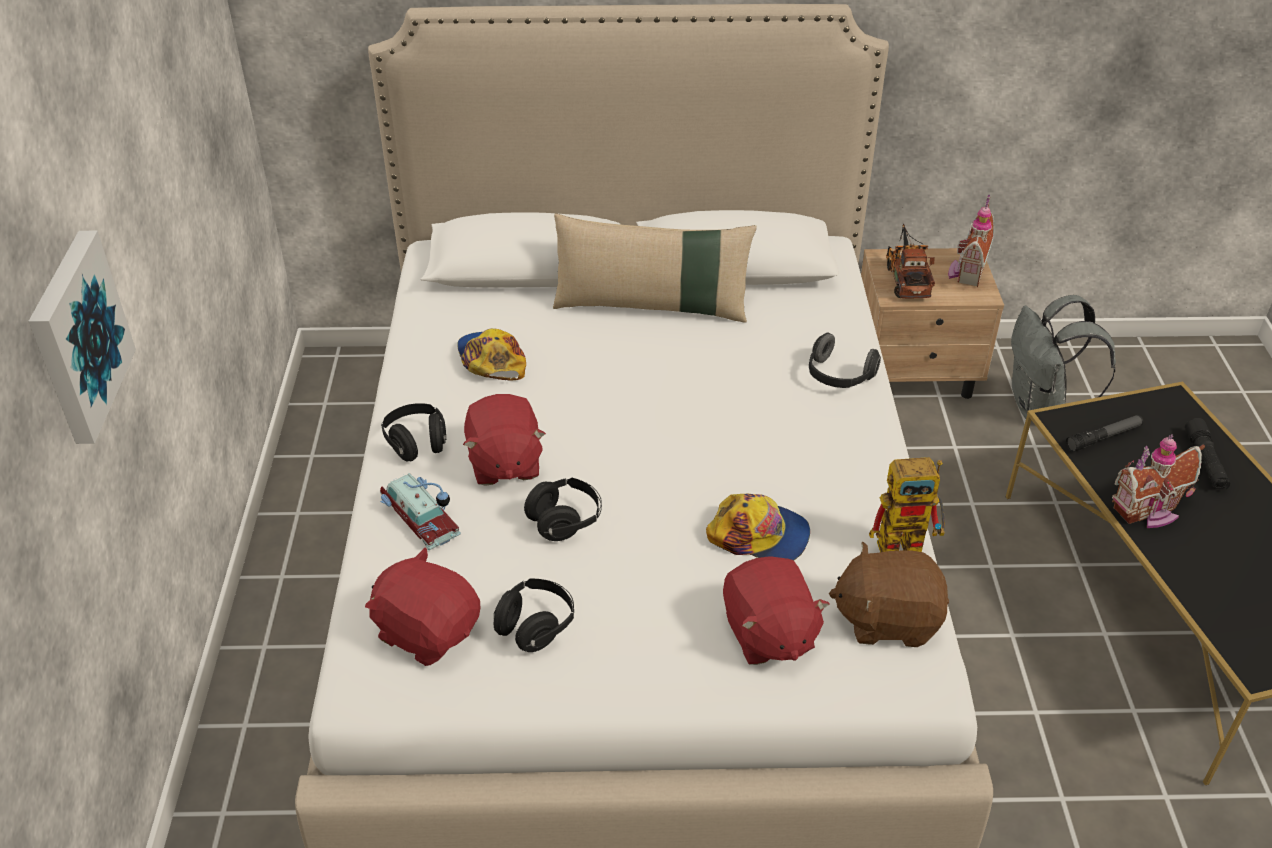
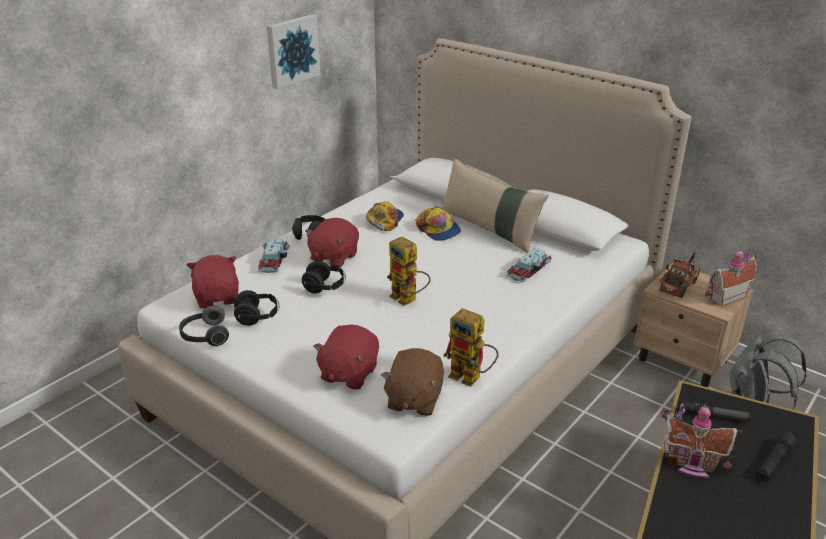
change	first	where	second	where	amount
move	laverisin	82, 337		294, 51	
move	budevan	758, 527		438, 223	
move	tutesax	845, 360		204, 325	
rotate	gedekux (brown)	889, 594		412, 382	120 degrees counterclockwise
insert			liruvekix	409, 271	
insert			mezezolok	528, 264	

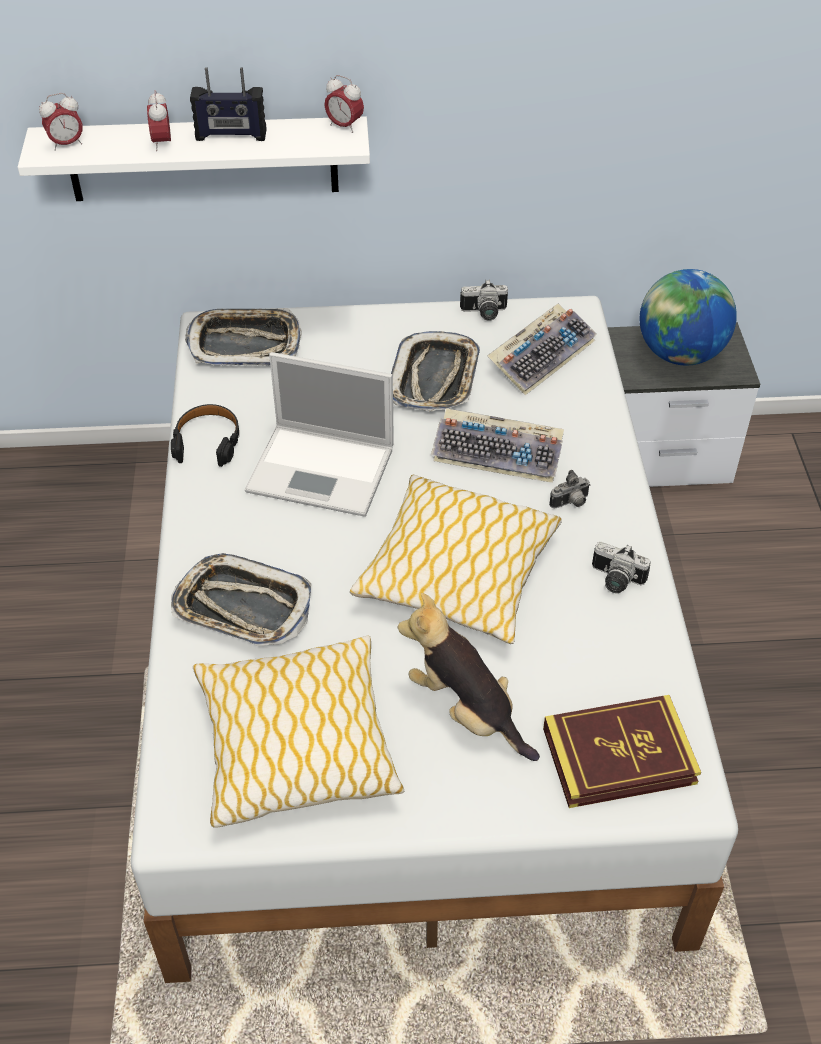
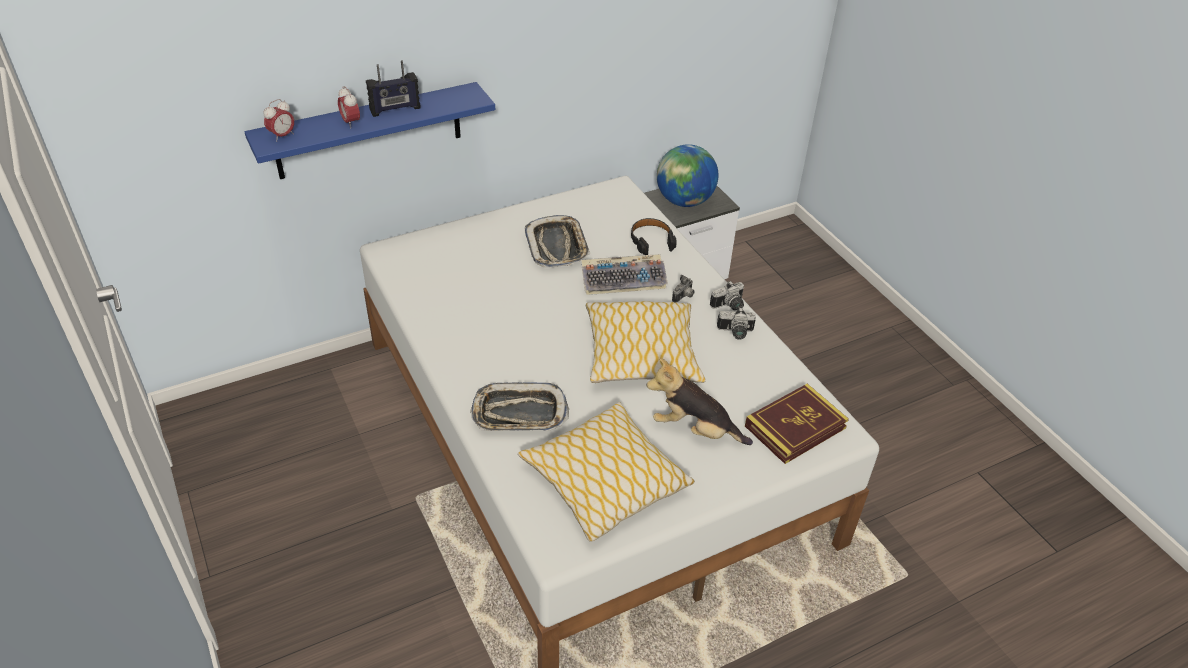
change	first	where	second	where	amount
recolor	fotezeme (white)	194, 158	fotezeme (blue)	370, 130	
move	tutesax (black)	205, 435		654, 236	
delete	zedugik	243, 336			
delete	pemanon	319, 434			
delete	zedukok	344, 104			
move	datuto	484, 300		727, 296	
delete	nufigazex	542, 349			

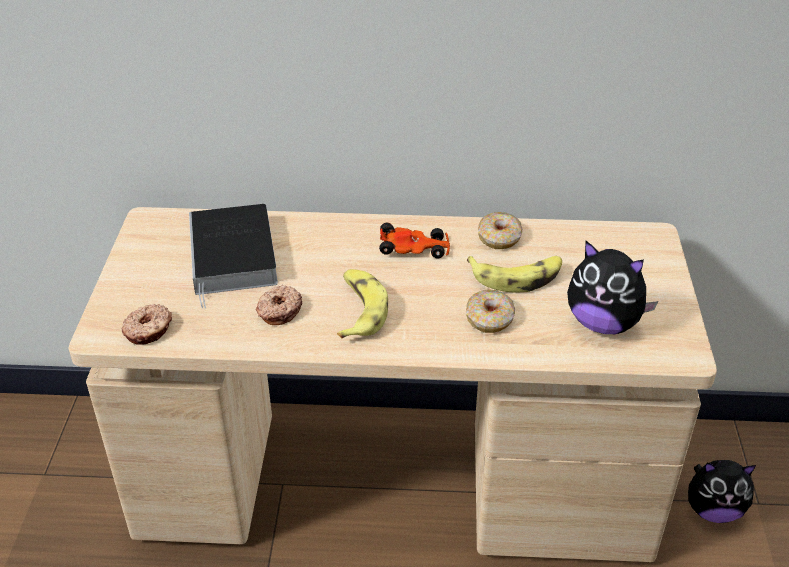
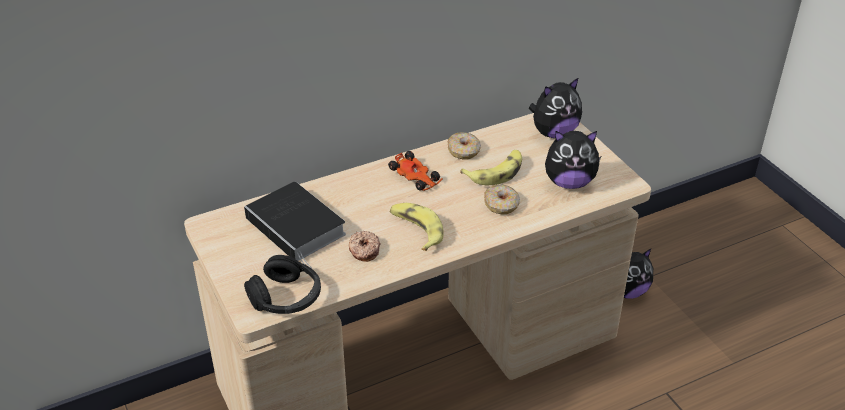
change	first	where	second	where	amount
replace	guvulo	147, 324	tutesax (black)	282, 284	
rotate	mezezolok	414, 241		415, 171	75 degrees clockwise
insert			gedekux	555, 107	

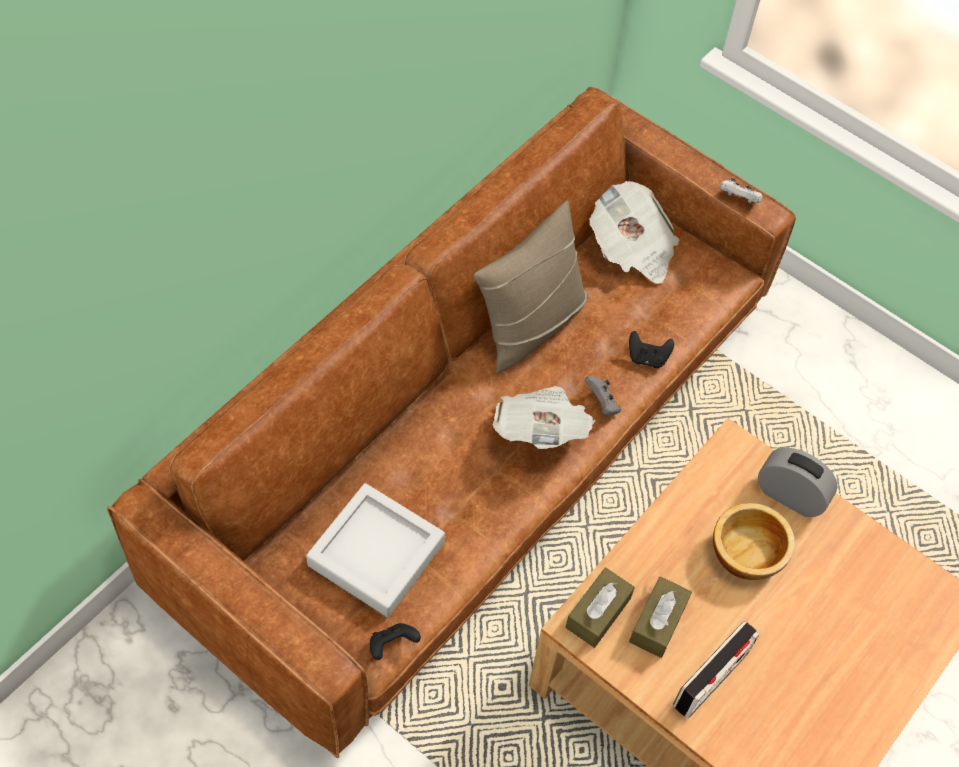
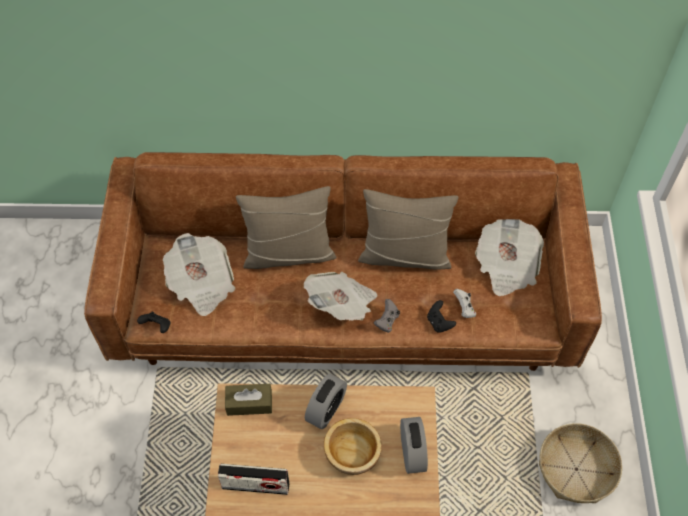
change	first	where	second	where	amount
replace	zedugik (grey)	375, 550	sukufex	199, 274	
delete	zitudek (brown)	660, 617			
move	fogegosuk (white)	741, 191		464, 303	
insert			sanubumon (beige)	286, 227	
insert			zedukok	326, 401	
insert			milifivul	580, 463	

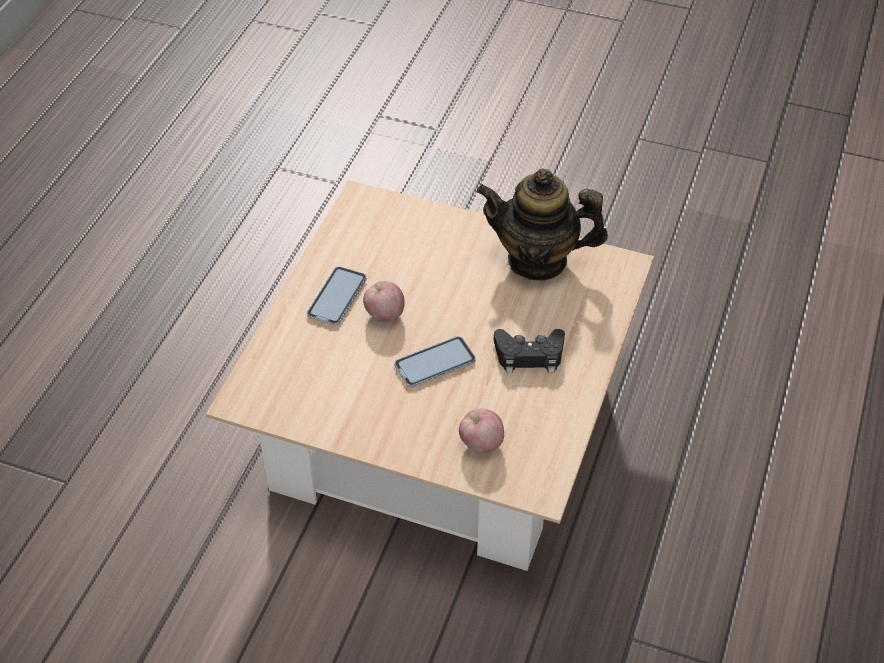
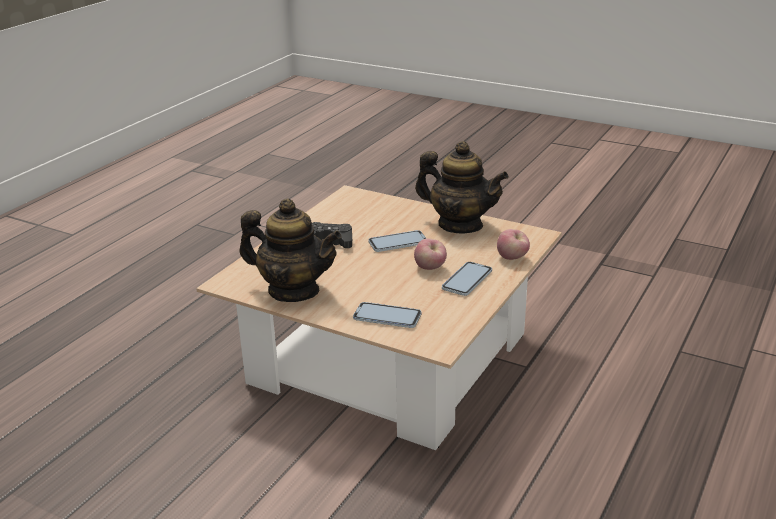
change	first	where	second	where	amount
move	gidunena	481, 430		513, 244	
insert			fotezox	387, 315	
insert			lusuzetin	462, 187	

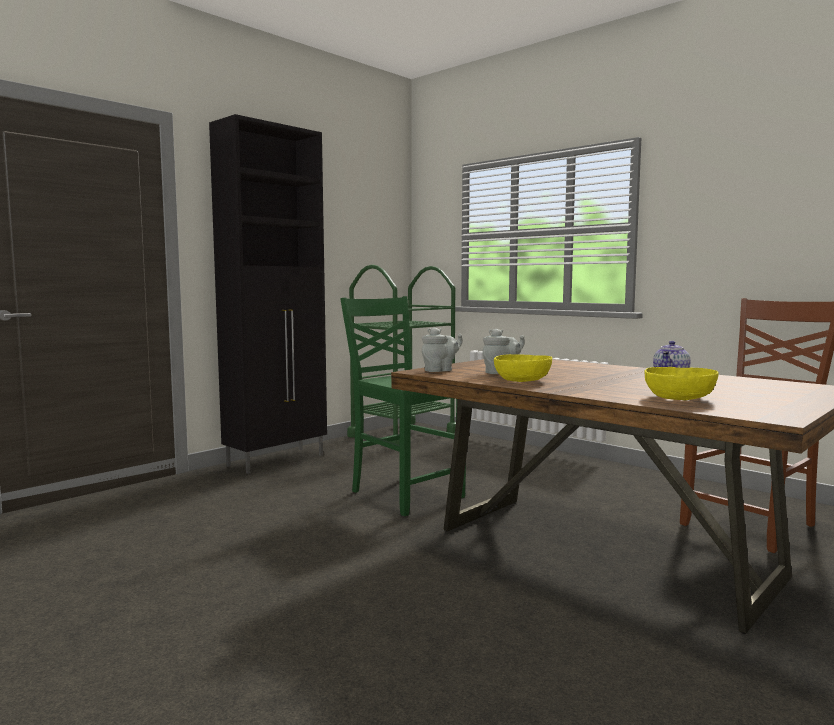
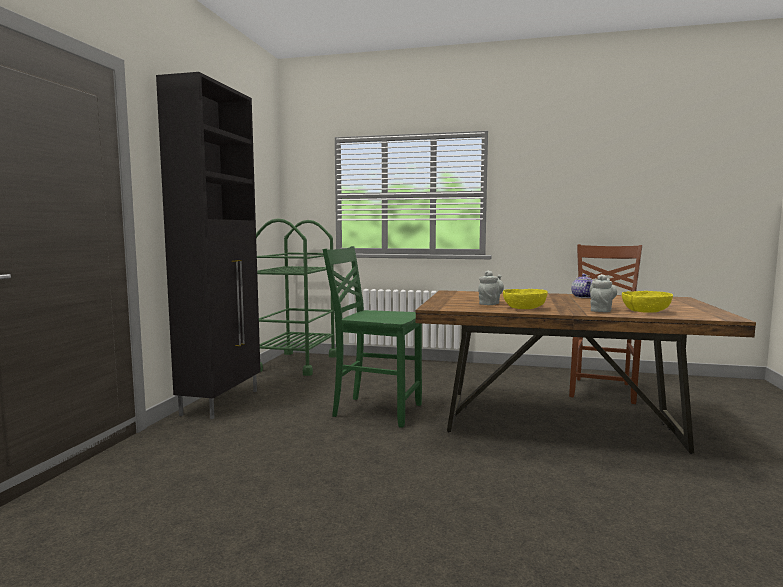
change	first	where	second	where	amount
move	lusuzetin (grey)	442, 349		603, 293	

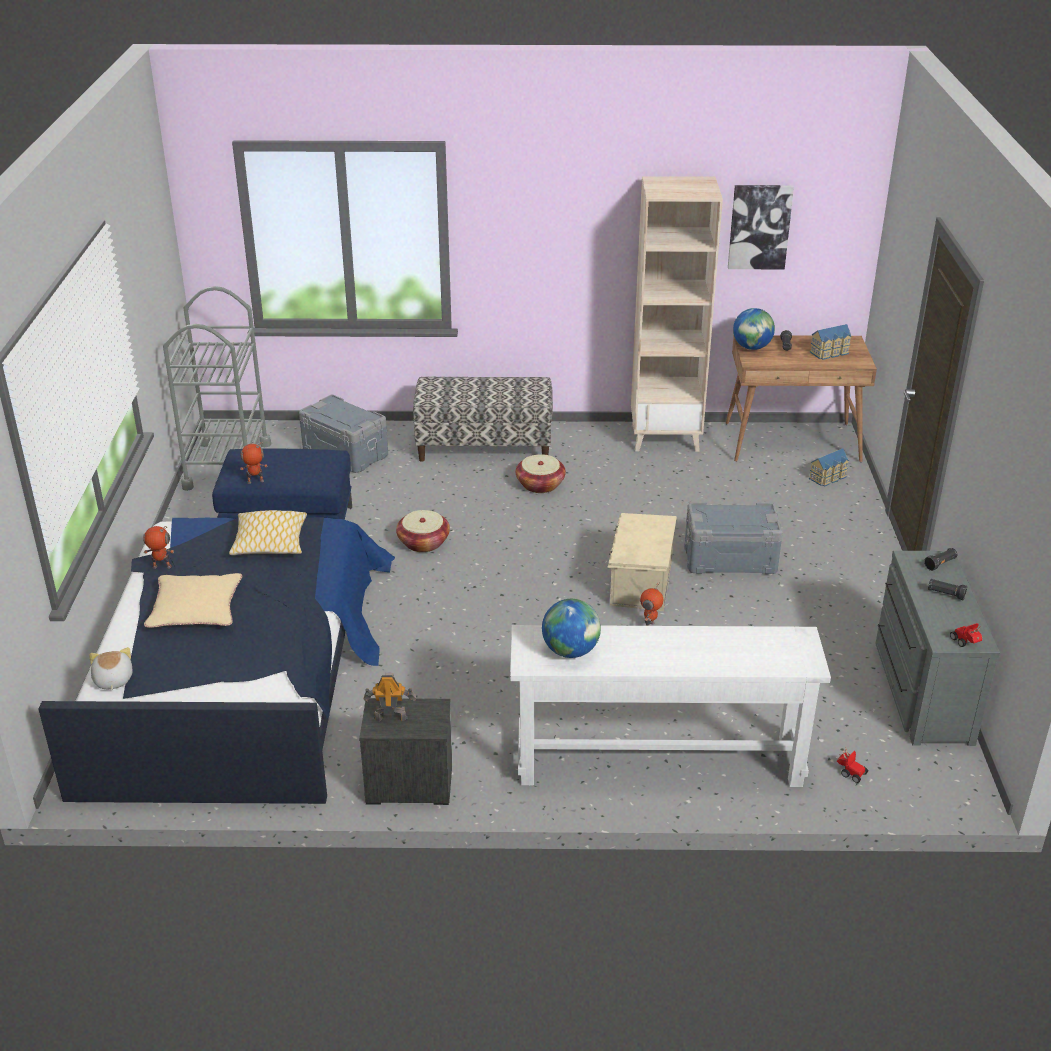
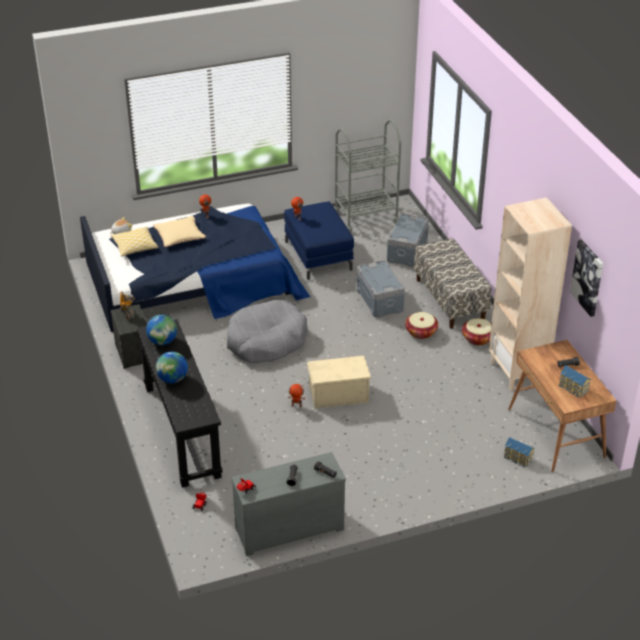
change	first	where	second	where	amount
move	sanubumon	268, 532		134, 242	
move	milifivul	423, 531		477, 331	
recolor	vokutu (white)	670, 706	vokutu (black)	179, 403	
move	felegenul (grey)	733, 538		381, 289	
move	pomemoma	754, 329		172, 367	
insert			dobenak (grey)	267, 331	

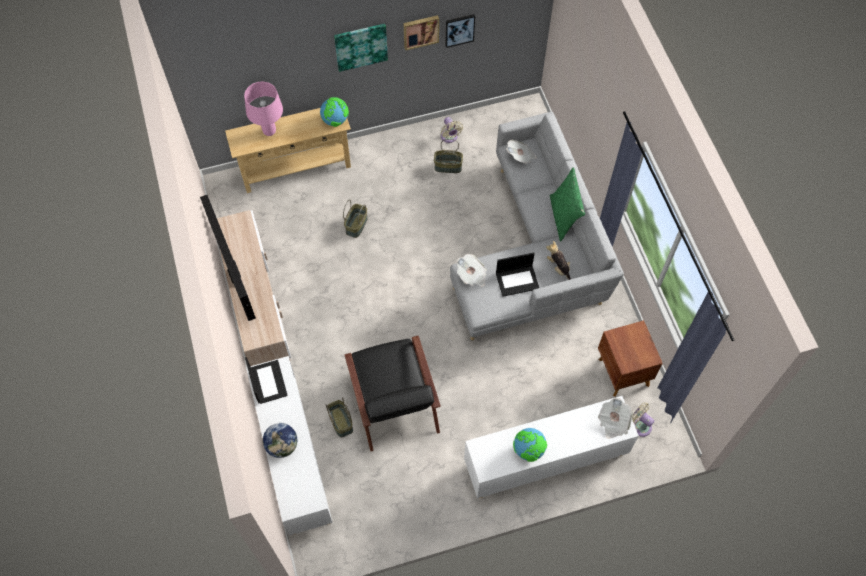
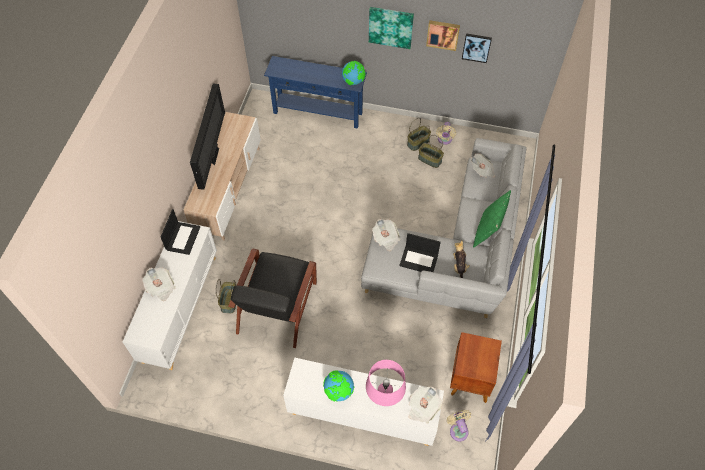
change	first	where	second	where	amount
recolor	vokutu (beige)	288, 150	vokutu (blue)	315, 92	
move	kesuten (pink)	263, 109		386, 383	
replace	pomemoma	279, 440	sukufex	159, 284	
move	milifivul	355, 218		419, 134	

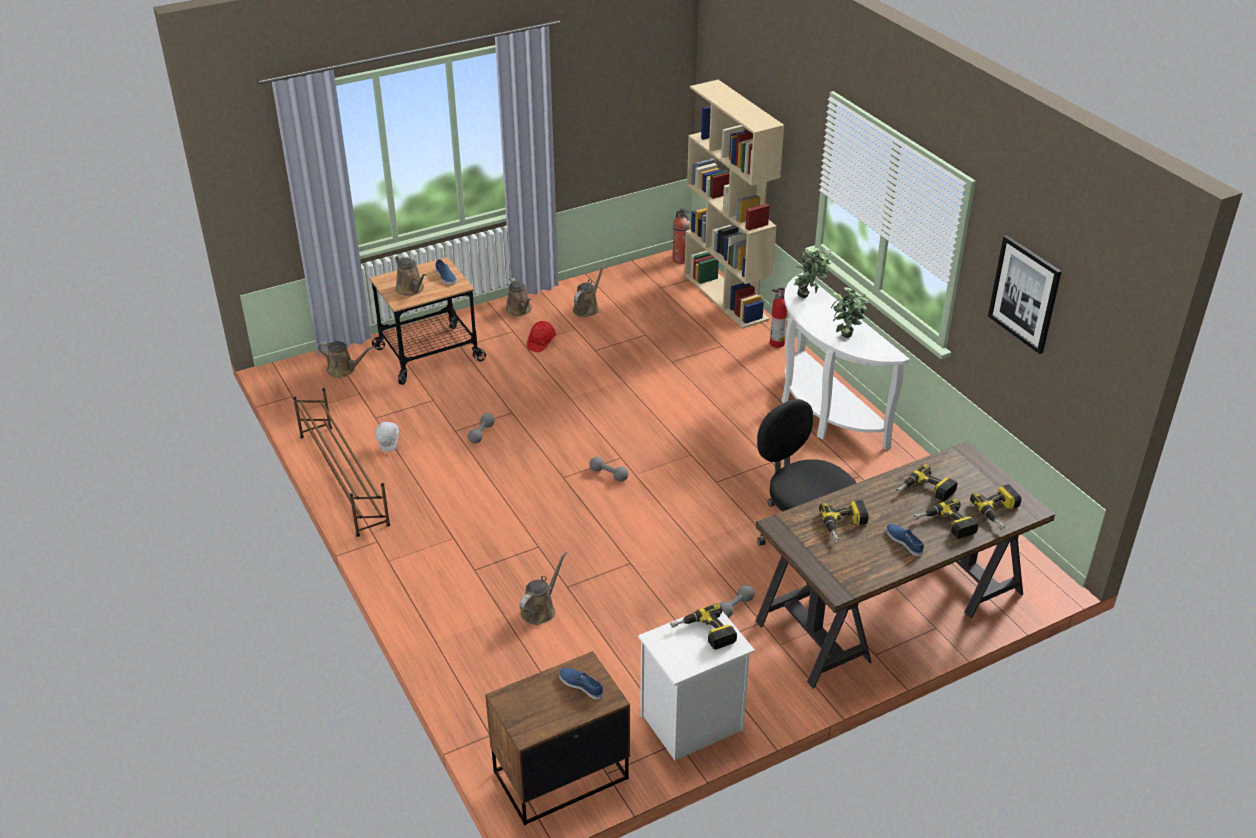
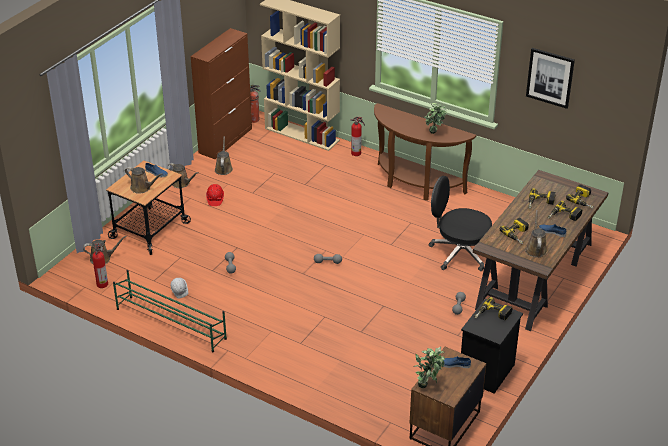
change	first	where	second	where	amount
recolor	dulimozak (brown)	341, 462	dulimozak (green)	170, 311	
move	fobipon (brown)	543, 588		536, 233	
recolor	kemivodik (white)	696, 686	kemivodik (black)	492, 346	
recolor	vokutu (white)	845, 361	vokutu (brown)	425, 151	
move	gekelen	814, 273		429, 367	
insert			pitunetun	100, 265	
insert			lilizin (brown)	221, 93	

